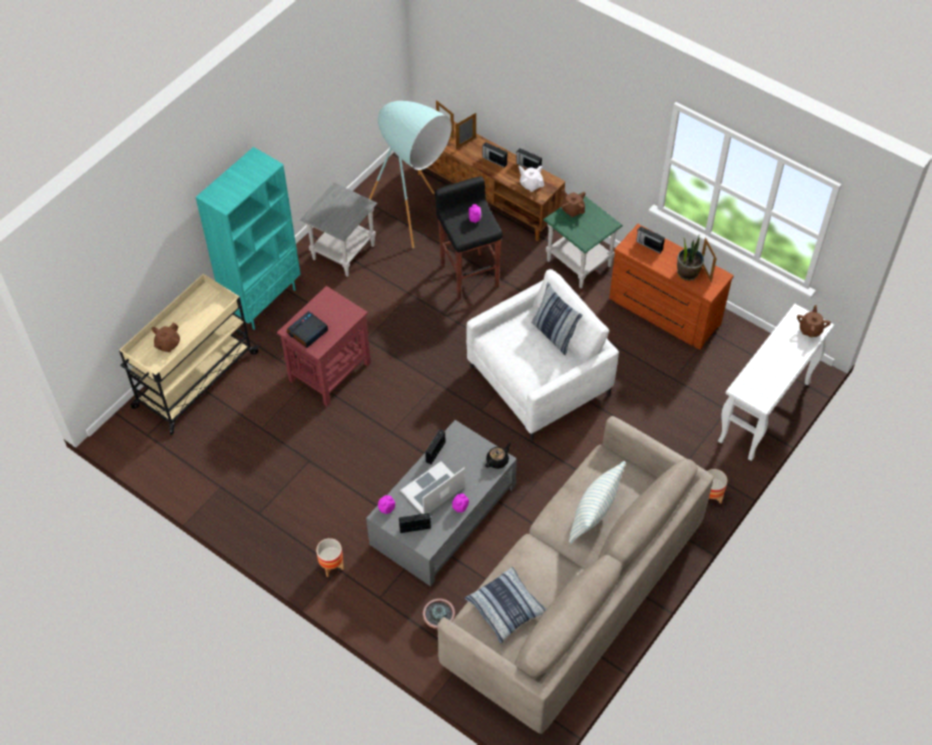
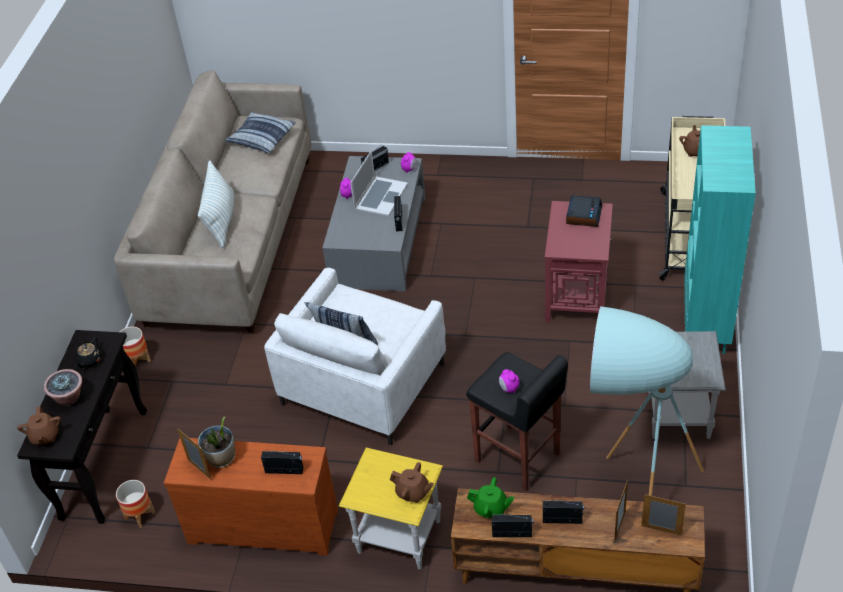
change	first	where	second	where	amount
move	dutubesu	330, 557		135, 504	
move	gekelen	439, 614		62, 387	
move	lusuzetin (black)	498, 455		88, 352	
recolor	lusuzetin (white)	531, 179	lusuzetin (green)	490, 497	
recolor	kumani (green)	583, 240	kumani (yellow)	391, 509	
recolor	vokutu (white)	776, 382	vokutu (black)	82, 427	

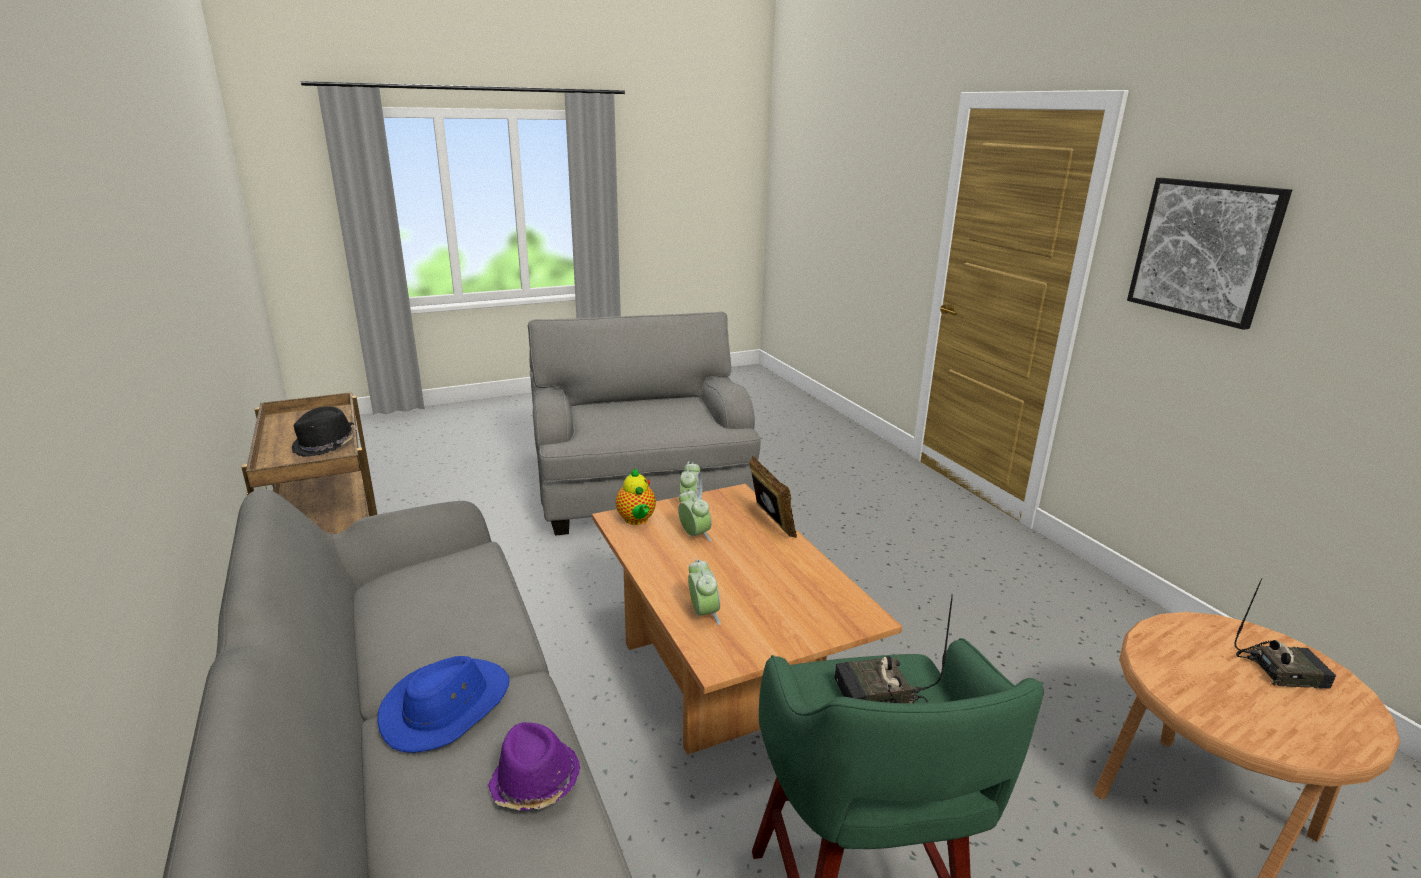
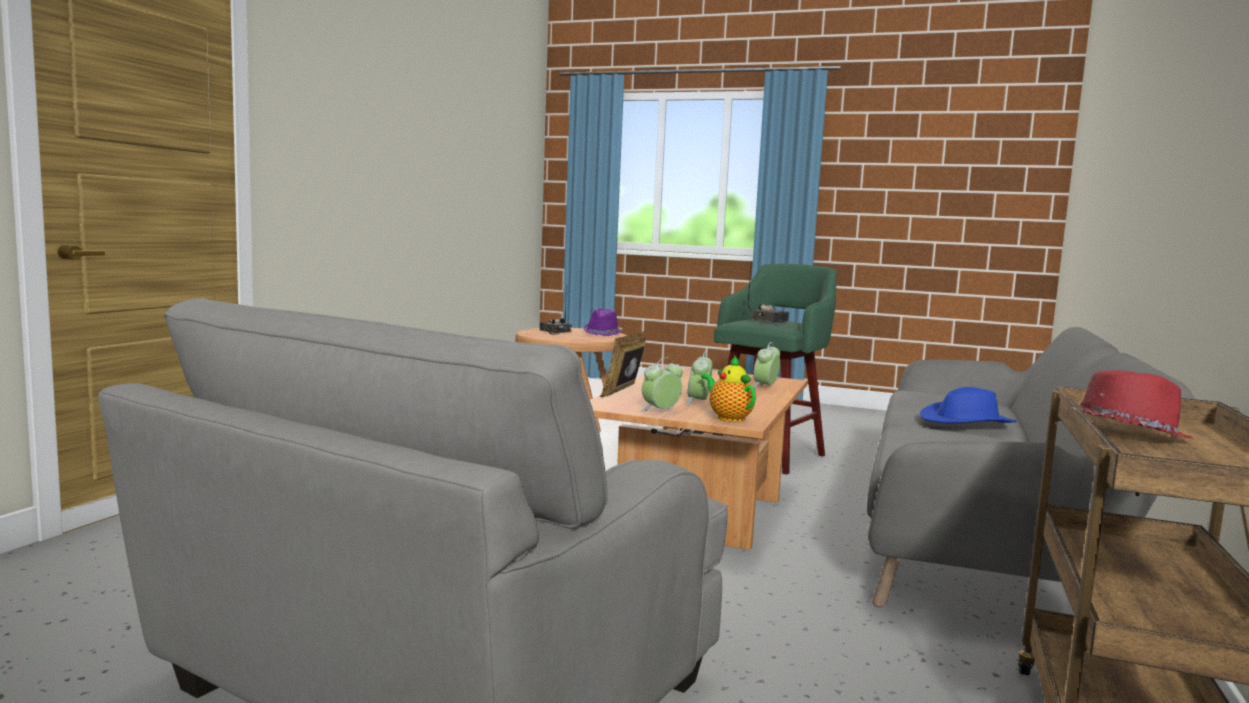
change	first	where	second	where	amount
recolor	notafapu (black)	324, 431	notafapu (red)	1132, 405	
move	notafapu (purple)	534, 766		603, 322	
rotate	lusuzetin	636, 496		728, 388	60 degrees counterclockwise
delete	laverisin	1209, 254			

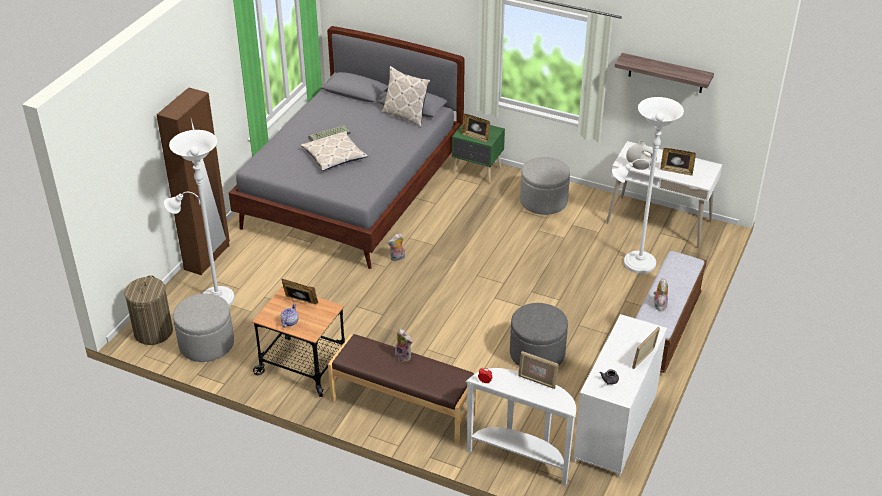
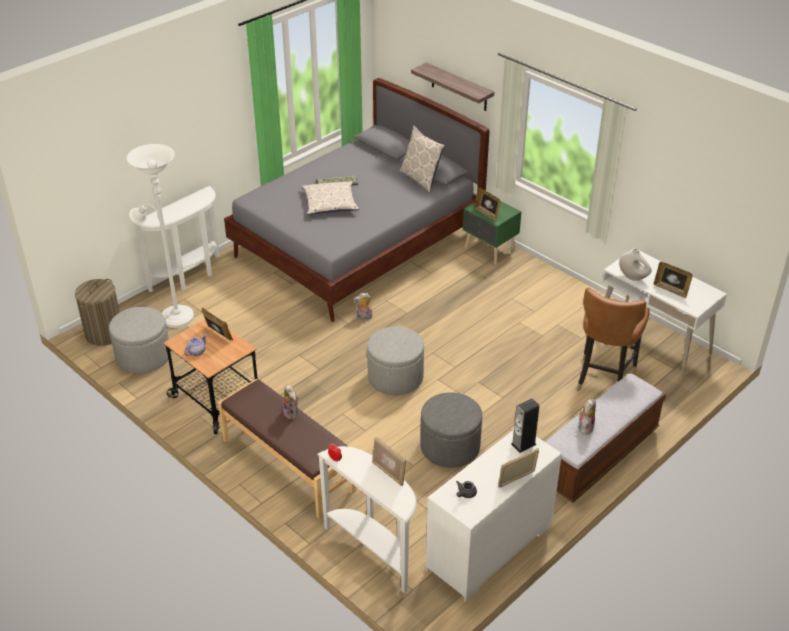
change	first	where	second	where	amount
replace	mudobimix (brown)	193, 181	vokutu (white)	177, 239	
move	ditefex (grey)	545, 186		395, 360	
replace	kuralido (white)	648, 185	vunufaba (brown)	613, 340	
move	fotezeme	664, 73		452, 86	
insert			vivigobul	525, 425	

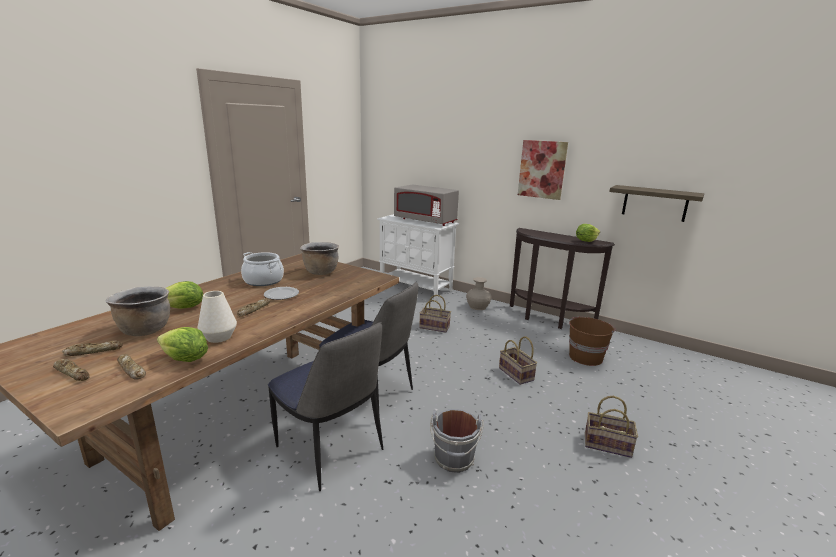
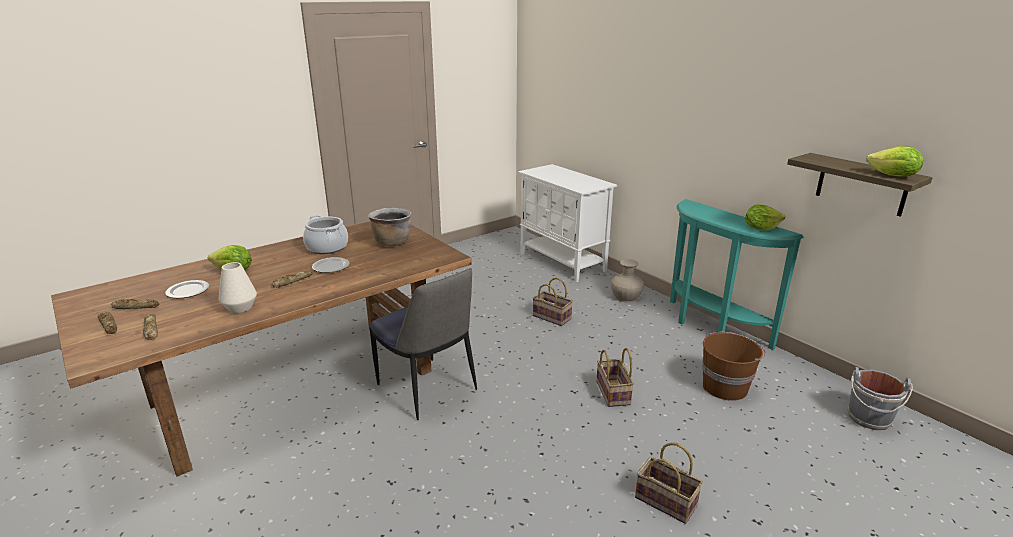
change	first	where	second	where	amount
replace	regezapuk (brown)	138, 311	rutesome	187, 289	
move	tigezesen	182, 344		894, 161	
delete	vunufaba	325, 406			
delete	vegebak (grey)	426, 205			
move	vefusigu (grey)	457, 441		880, 398	
recolor	vokutu (brown)	562, 278	vokutu (turquoise)	737, 274	
delete	laverisin	543, 170			

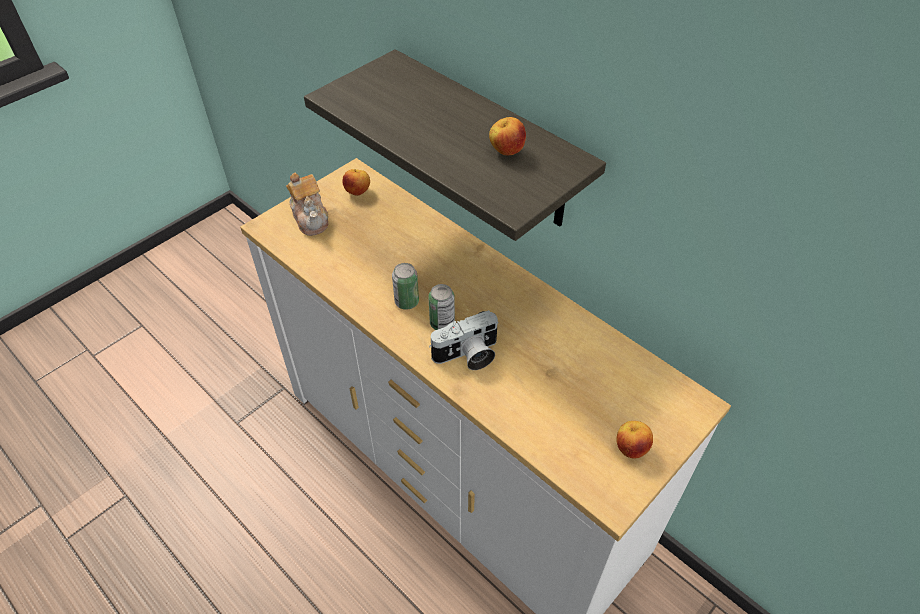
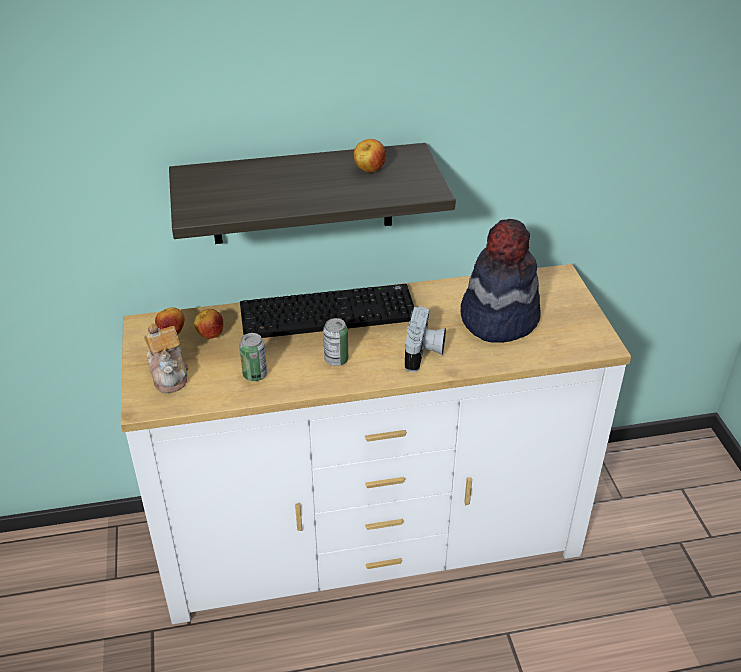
change	first	where	second	where	amount
rotate	lusuzetin	307, 204		166, 358	60 degrees clockwise
move	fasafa	441, 307		253, 357	
move	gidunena	635, 440		209, 324	
insert			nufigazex	327, 311	
insert			notafapu	500, 281	

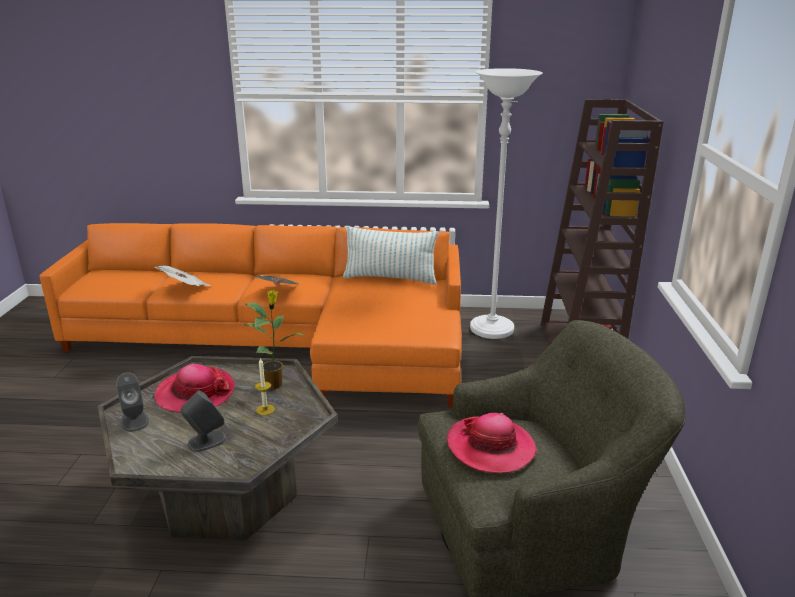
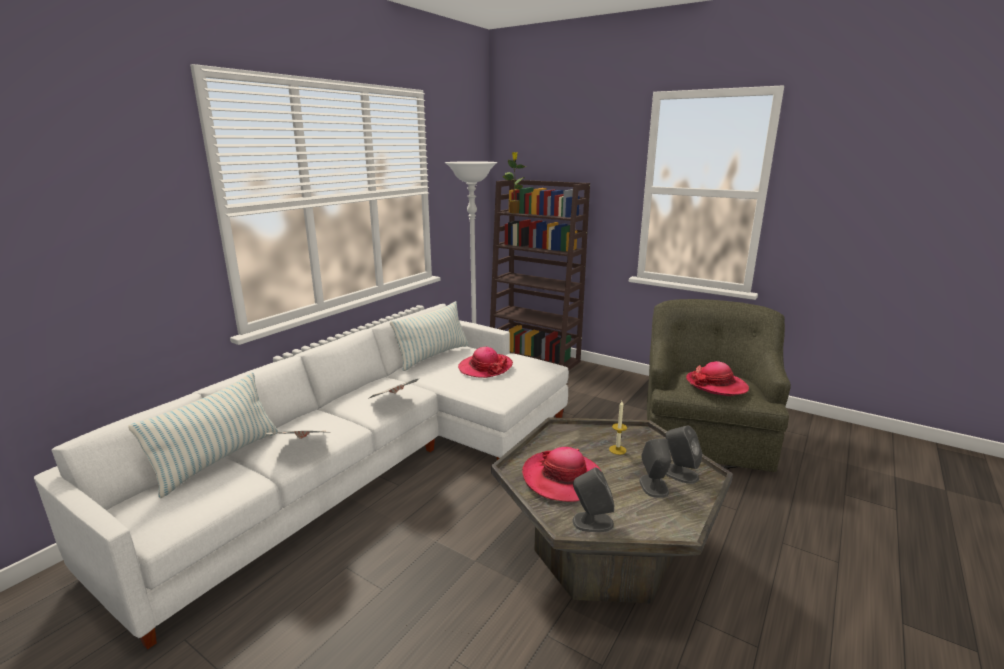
change	first	where	second	where	amount
recolor	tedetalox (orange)	250, 315	tedetalox (white)	301, 476	
move	gekelen	274, 339		514, 182	
insert			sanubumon	203, 435	
insert			notafapu	485, 362	
insert			vivigobul (grey)	684, 454	

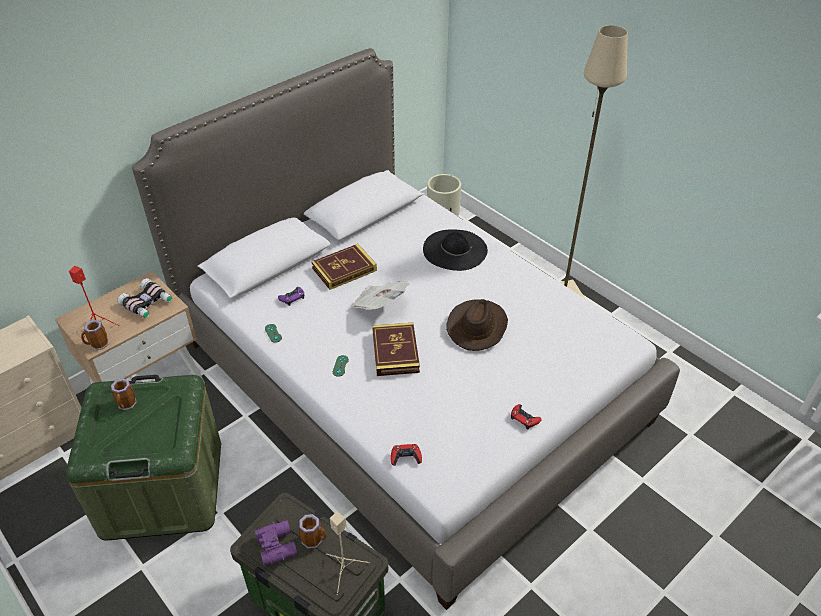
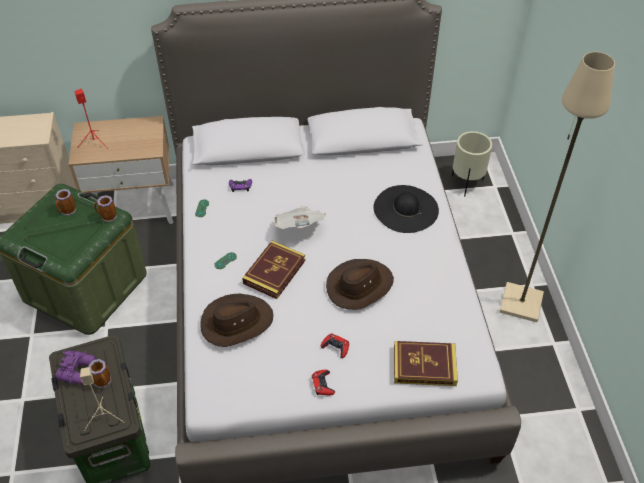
change	first	where	second	where	amount
move	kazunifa	94, 335		105, 208	
delete	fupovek	144, 298			
move	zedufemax	344, 267		426, 363	
move	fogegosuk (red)	406, 455		335, 345	
insert			notafapu (brown)	237, 320	

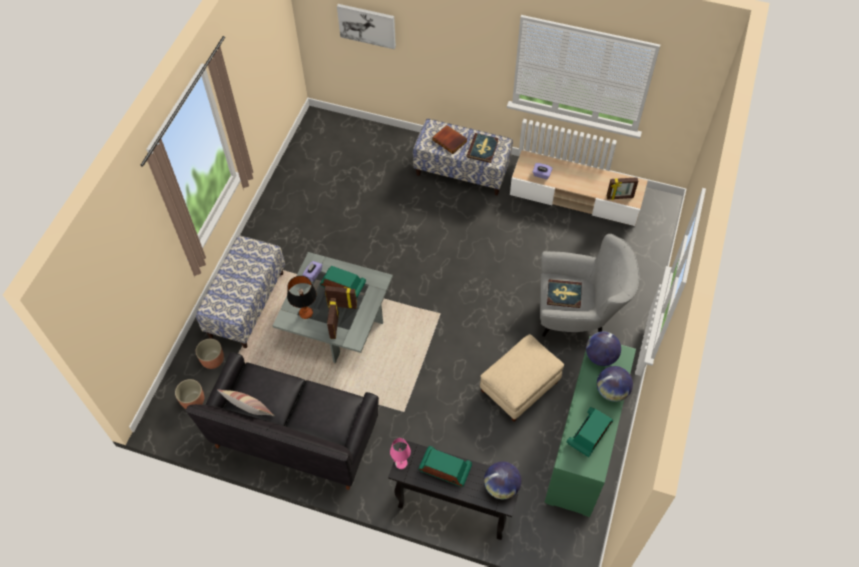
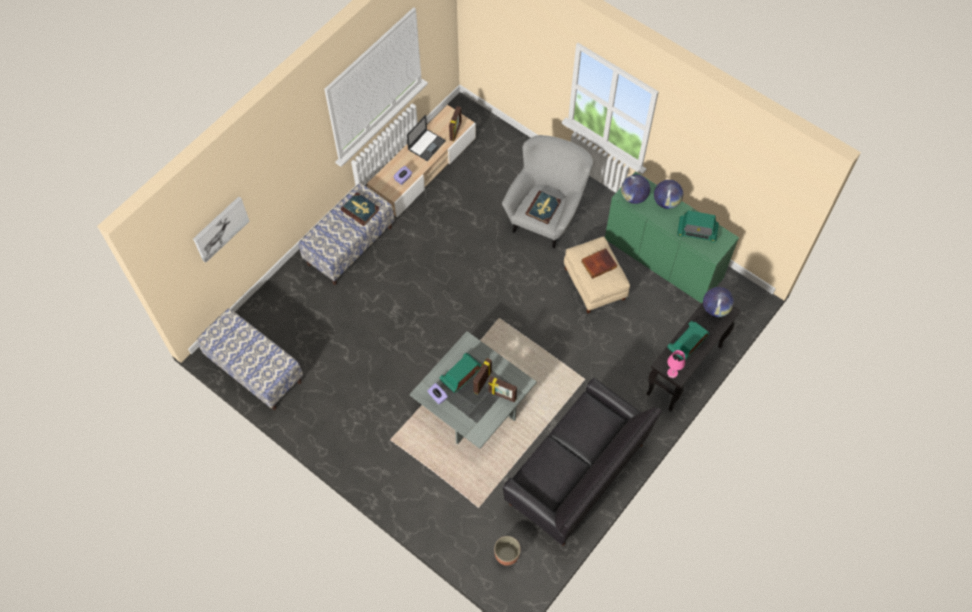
change	first	where	second	where	amount
move	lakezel	240, 291		250, 359	
delete	dutubesu	210, 354			
delete	sanubumon	245, 402			
delete	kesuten	302, 297			
move	zedufemax	449, 139		599, 263	
rotate	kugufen	590, 432		698, 226	45 degrees counterclockwise
insert			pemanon	426, 138	

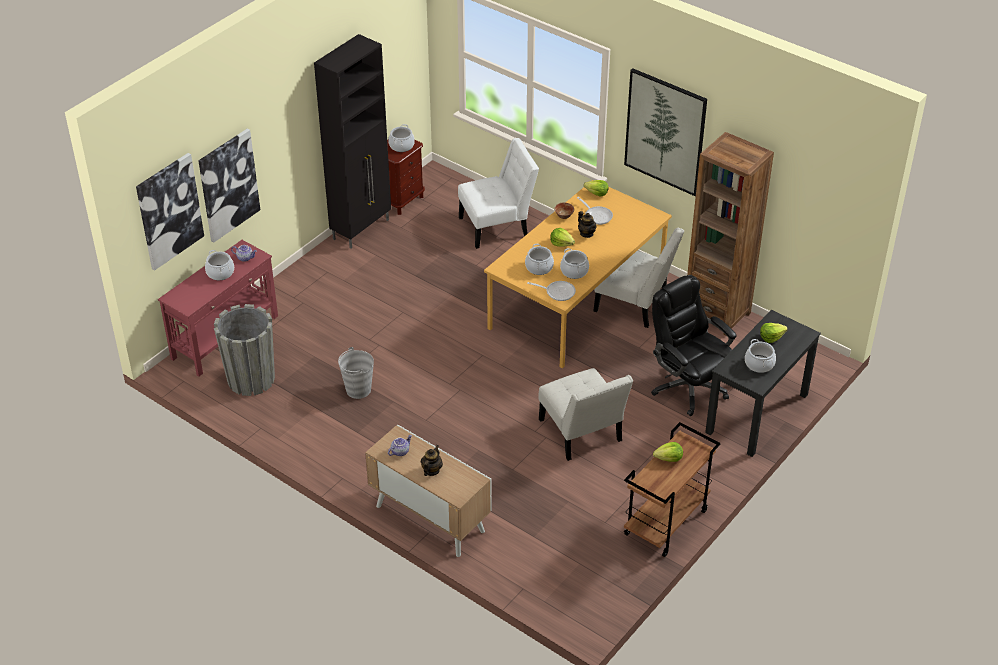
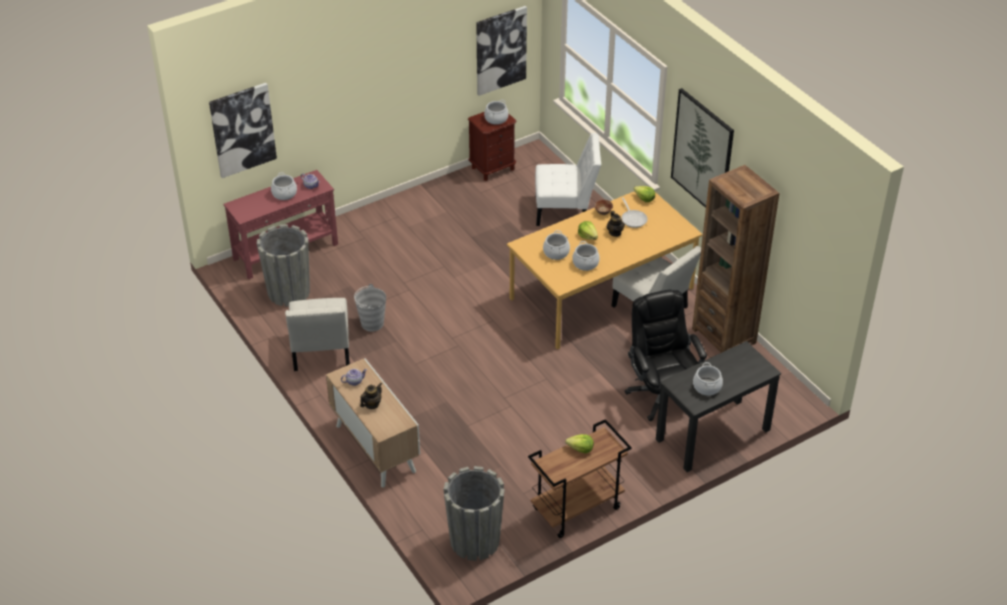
change	first	where	second	where	amount
move	laverisin	229, 185		501, 51	
delete	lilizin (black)	352, 141			
delete	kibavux	551, 291			
move	vunufaba (white)	586, 414		317, 334	
delete	tigezesen	774, 333			
insert			dutubesu (grey)	474, 513	

